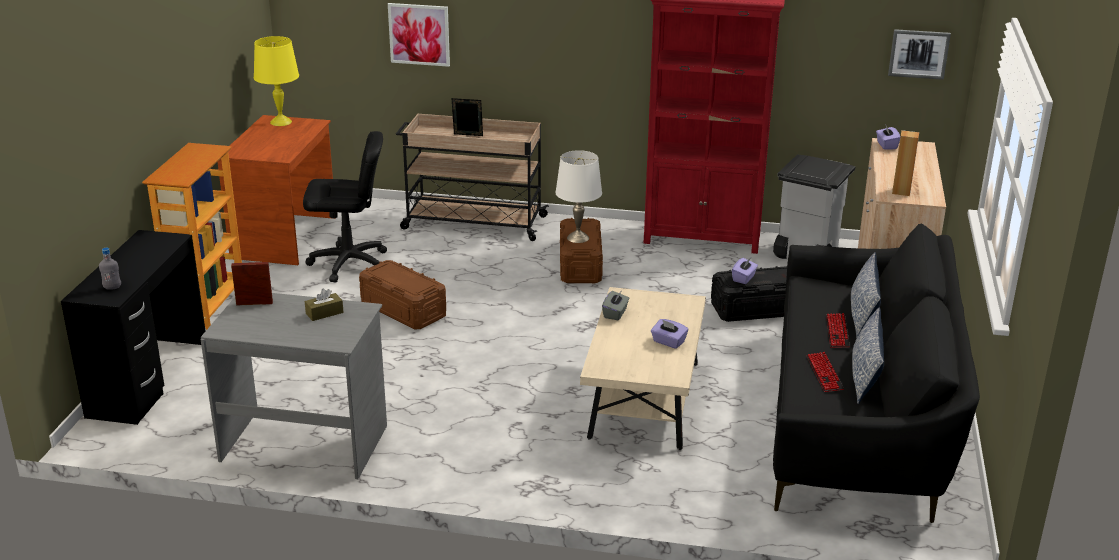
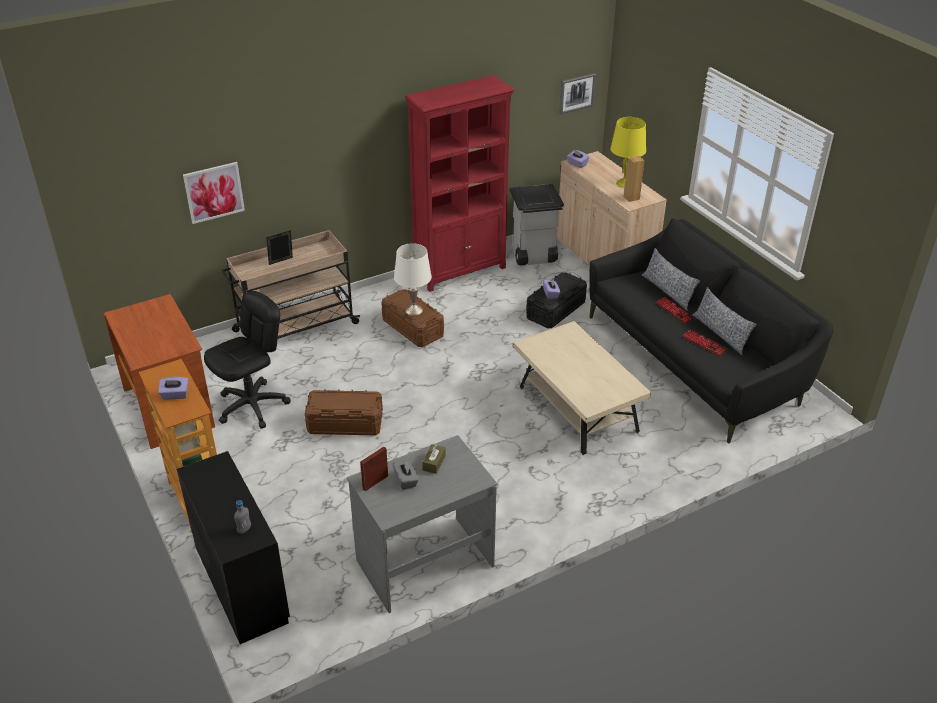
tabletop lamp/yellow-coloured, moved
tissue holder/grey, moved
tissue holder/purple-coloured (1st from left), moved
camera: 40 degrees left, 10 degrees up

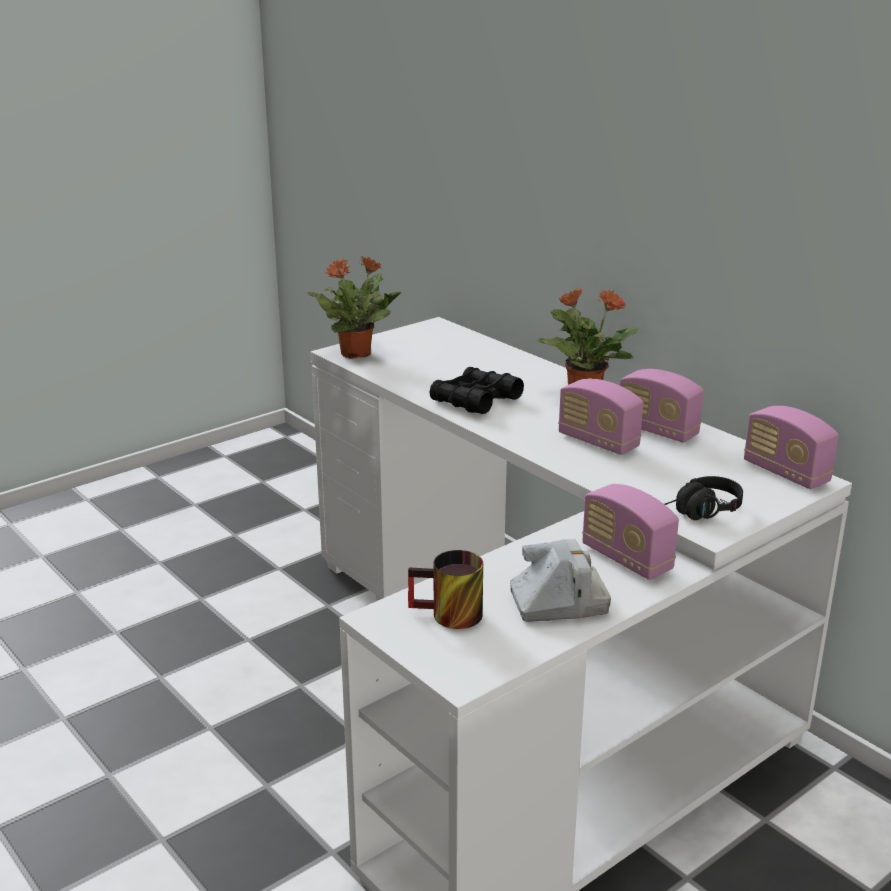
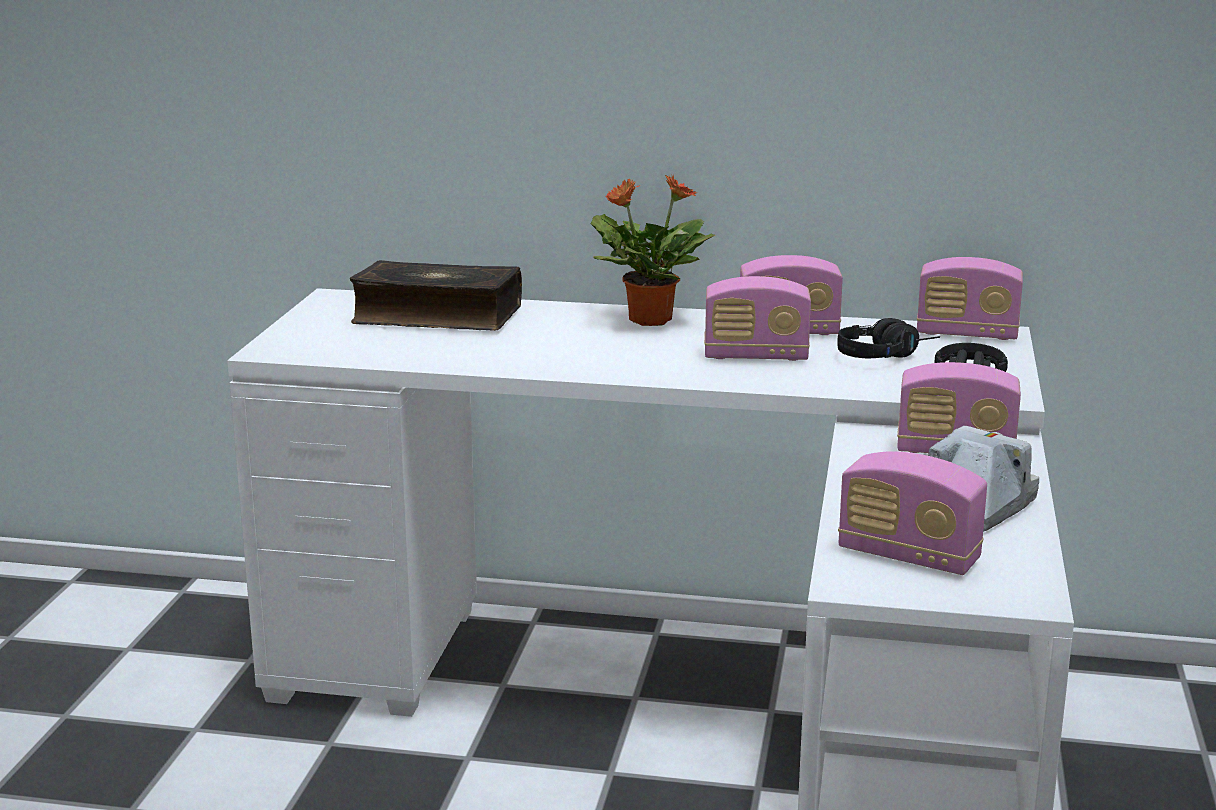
houseplant (1st from left) → -
field glasses/black-coloured → -
tea mug → radio (3rd from left)
- → book
- → headset/black-coloured (1st from left)
camera: 40 degrees left, 5 degrees down

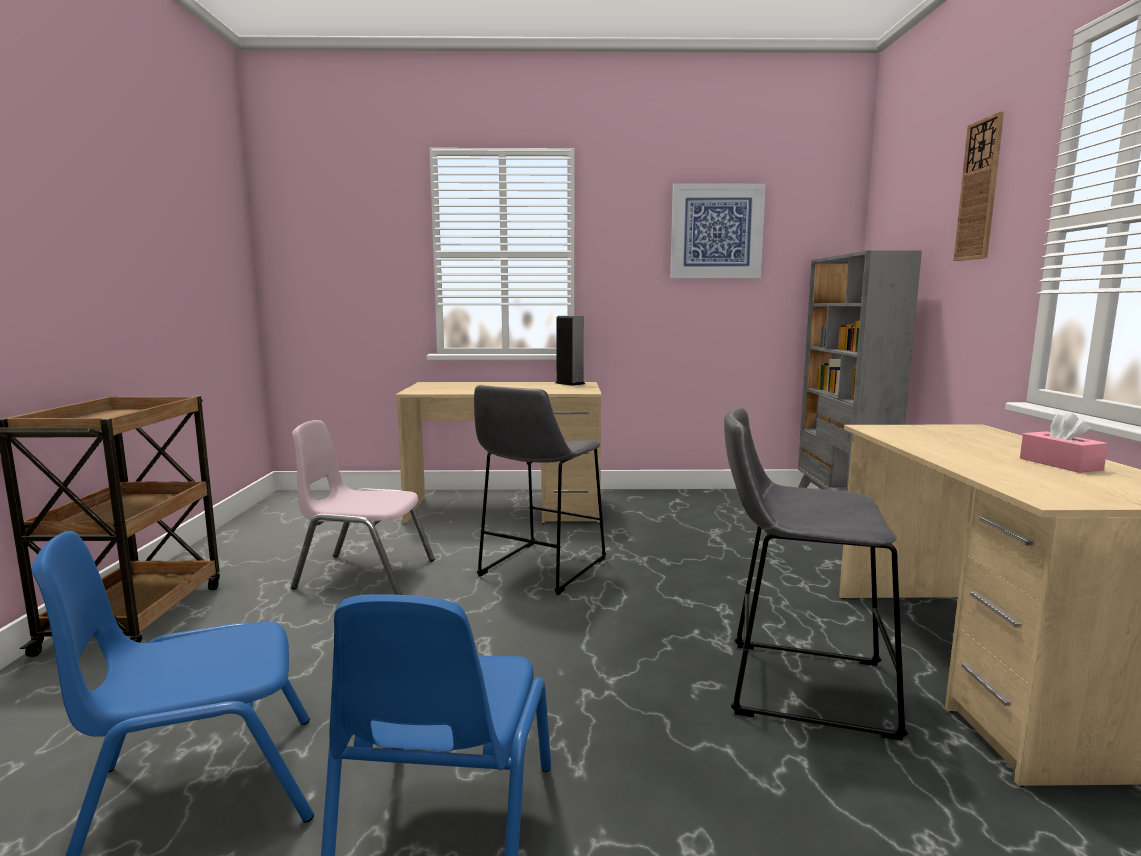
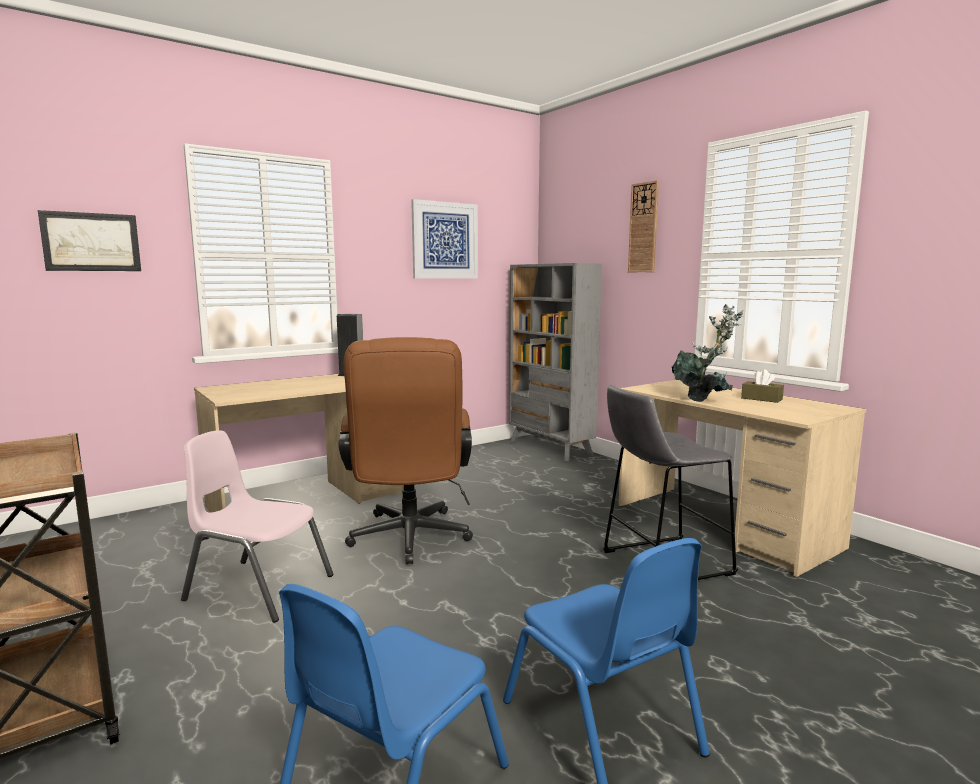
stool seat/grey (1st from left) → office chair/brown
tissue holder/pink-coloured → tissue holder/brown
upright chair/pink-coloured, 45 degrees clockwise
- → wall art (1st from left)
- → houseplant
camera: 35 degrees left, 0 degrees up

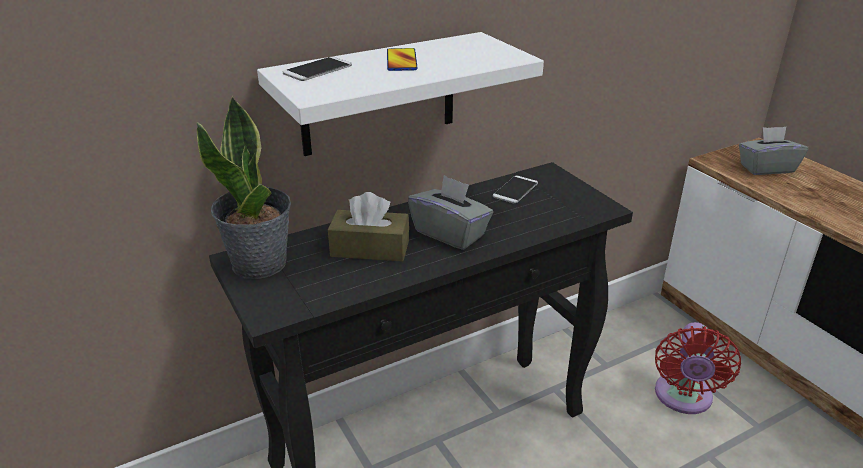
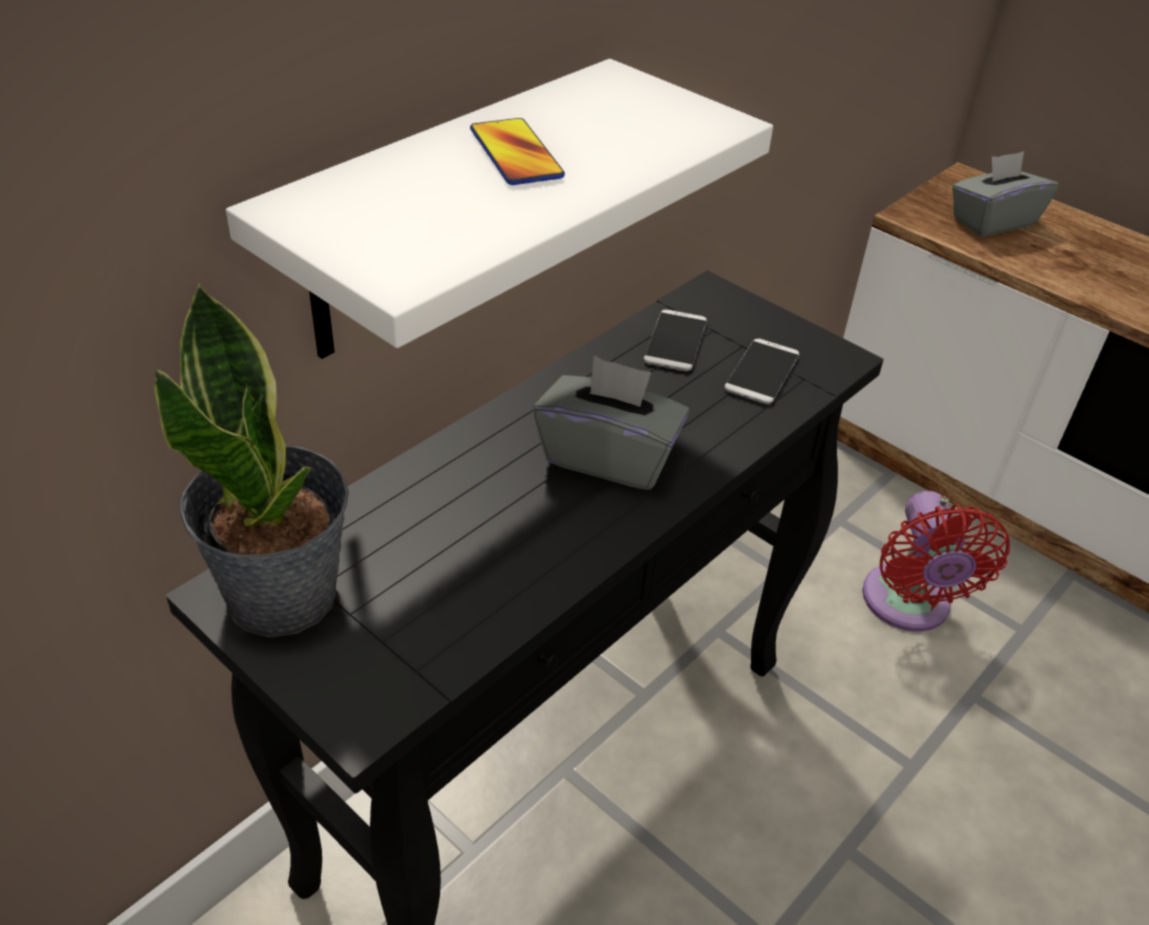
phone (1st from left in the first image) → phone (3rd from left), moved
tissue holder/brown → -
camera: 20 degrees left, 10 degrees up

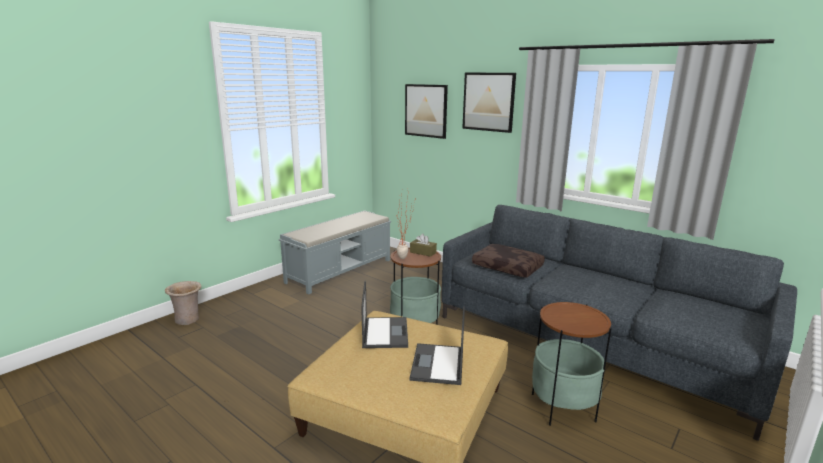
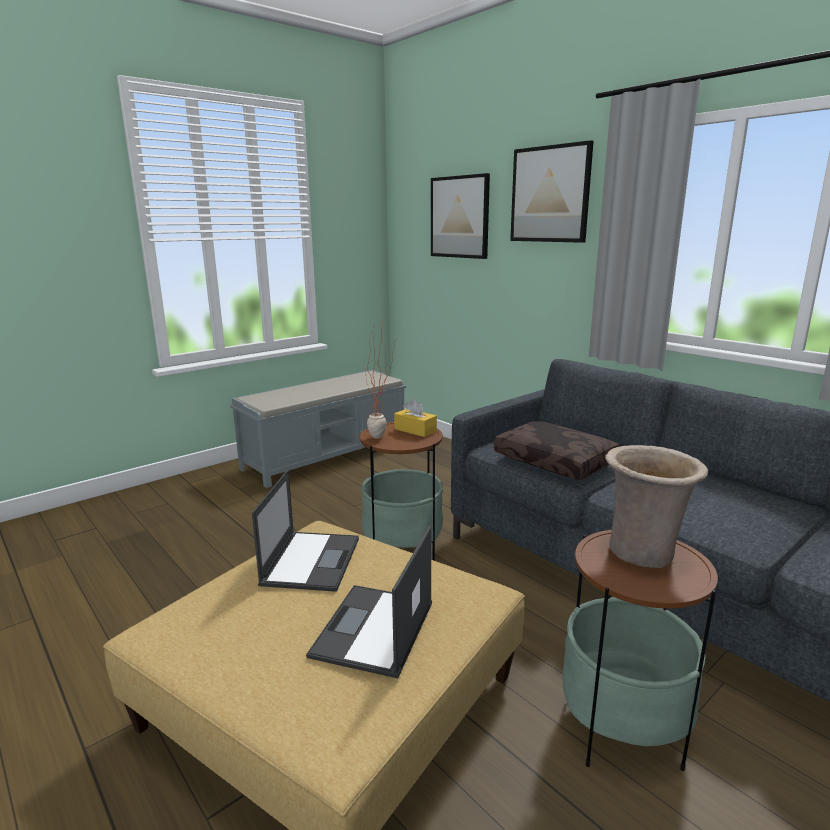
tissue holder/brown → tissue holder/yellow-coloured
decorative vase/beige-coloured, moved
camera: 10 degrees right, 0 degrees up

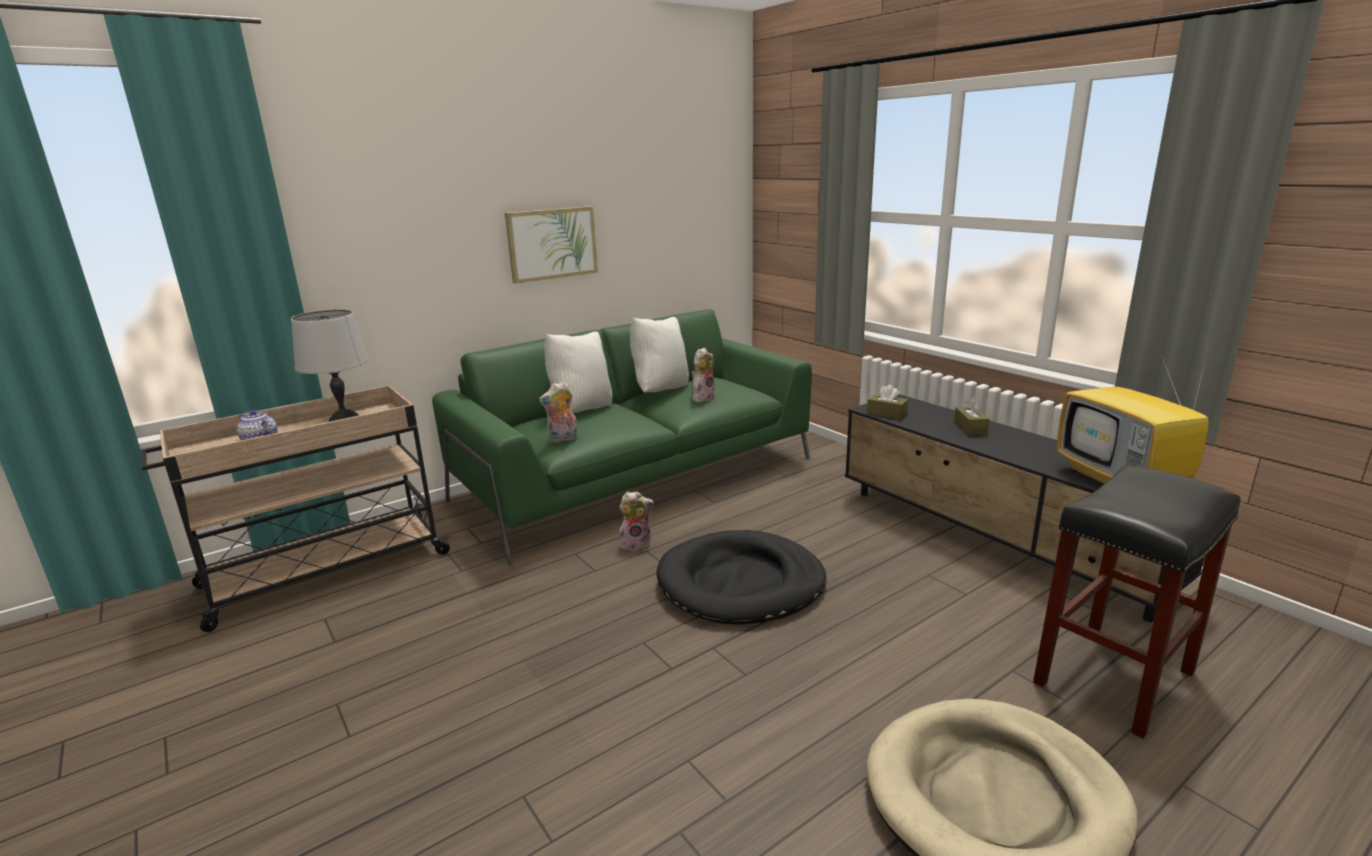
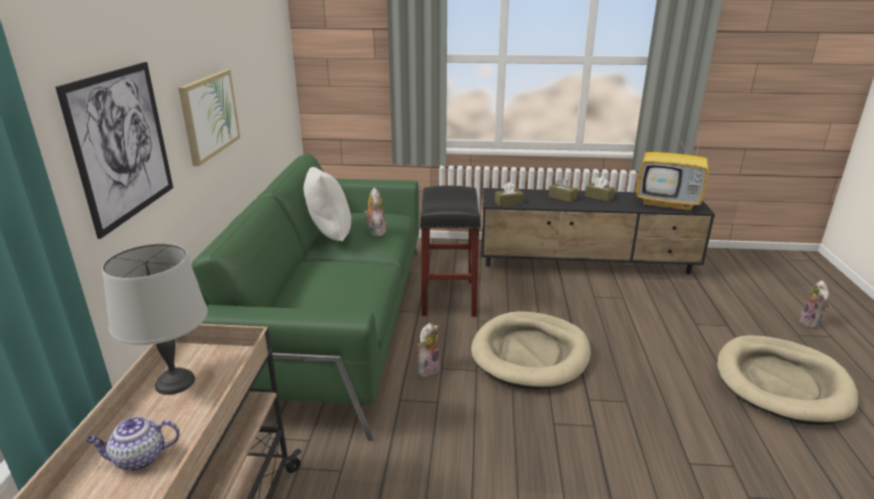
throw pillow/white-coloured (1st from left) → -
soft toy (1st from left in the first image) → soft toy (3rd from left), moved
stool seat/black-coloured, moved
dog cushion/black-coloured → dog cushion/beige-coloured (1st from left)
- → wall art (1st from left)
- → tissue holder/brown (3rd from left)
camera: 50 degrees left, 5 degrees up

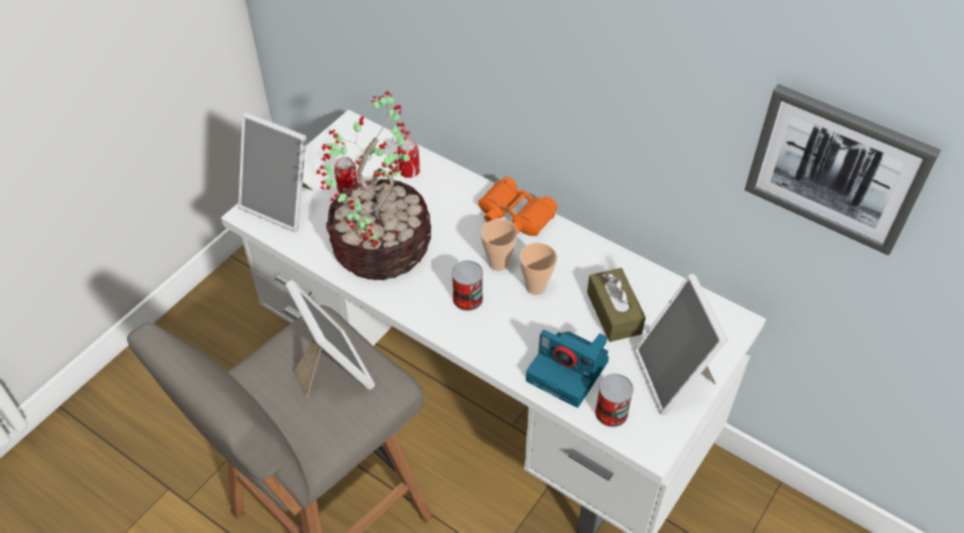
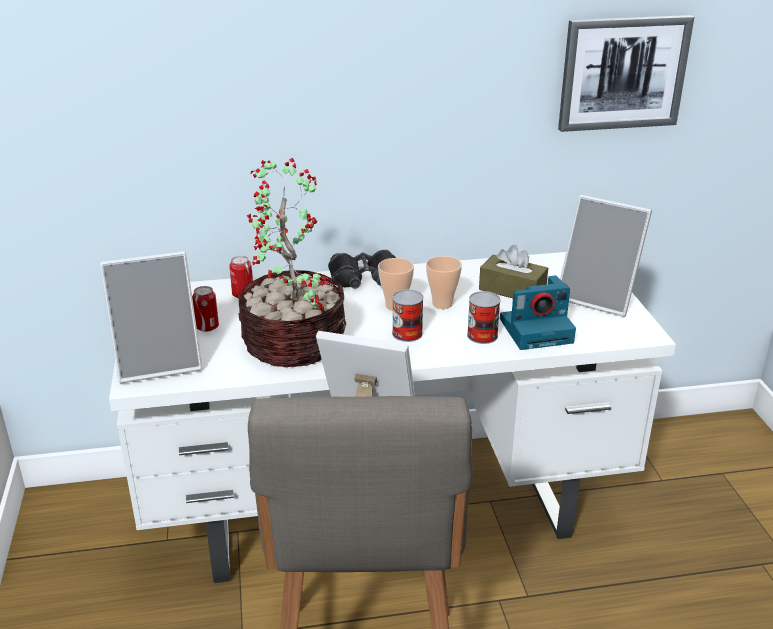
field glasses/orange → field glasses/black-coloured
metal can (4th from left), moved
camera: 45 degrees left, 20 degrees down

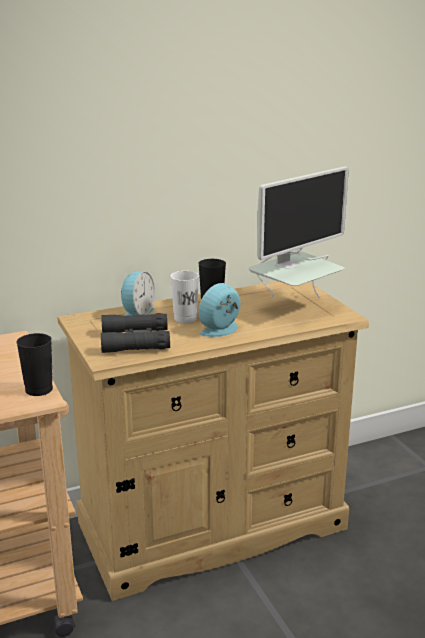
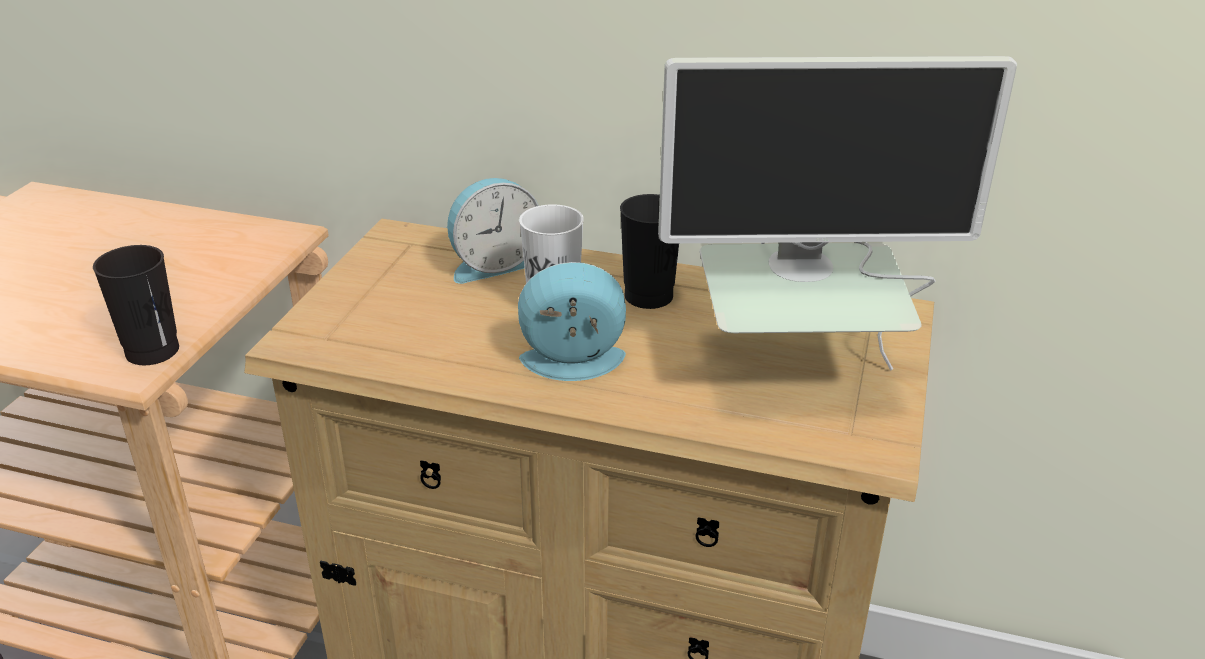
field glasses/black-coloured → -
camera: 40 degrees right, 10 degrees up

